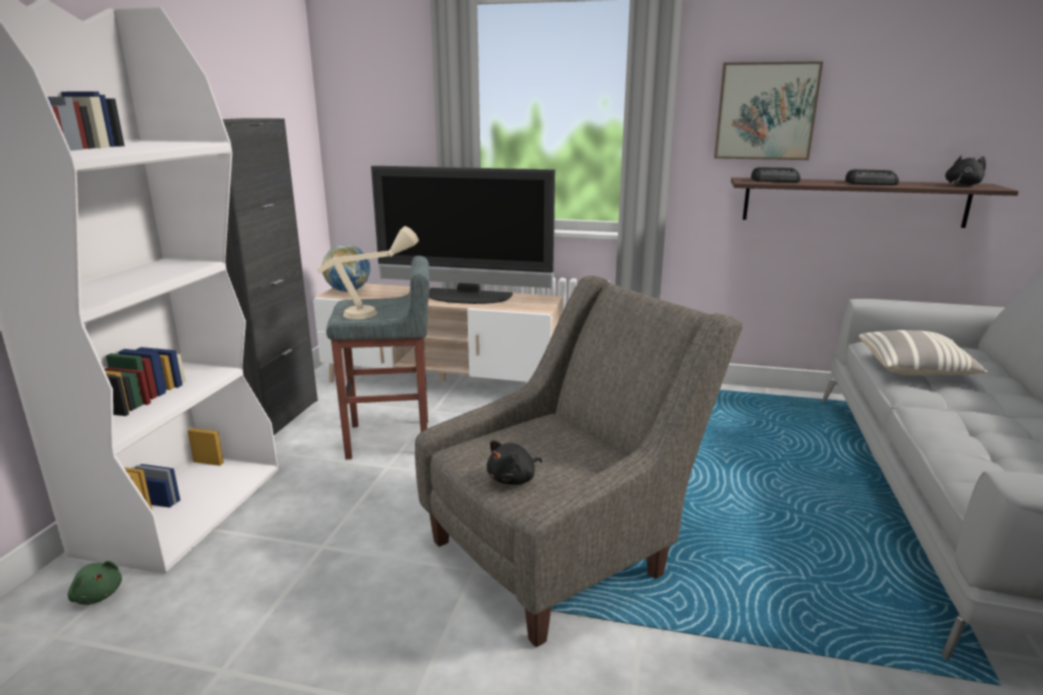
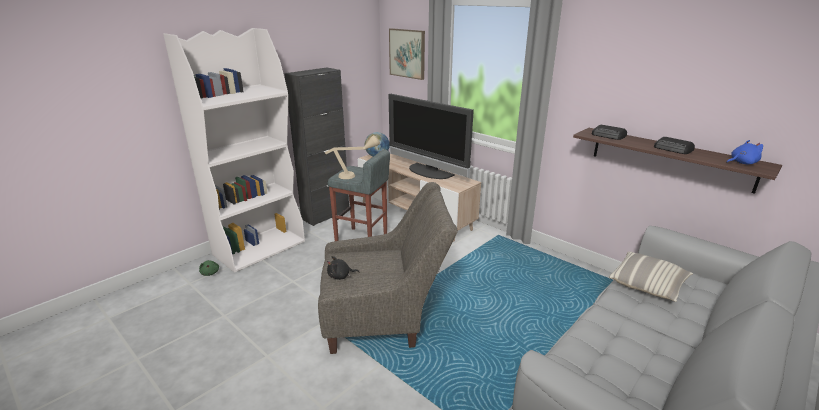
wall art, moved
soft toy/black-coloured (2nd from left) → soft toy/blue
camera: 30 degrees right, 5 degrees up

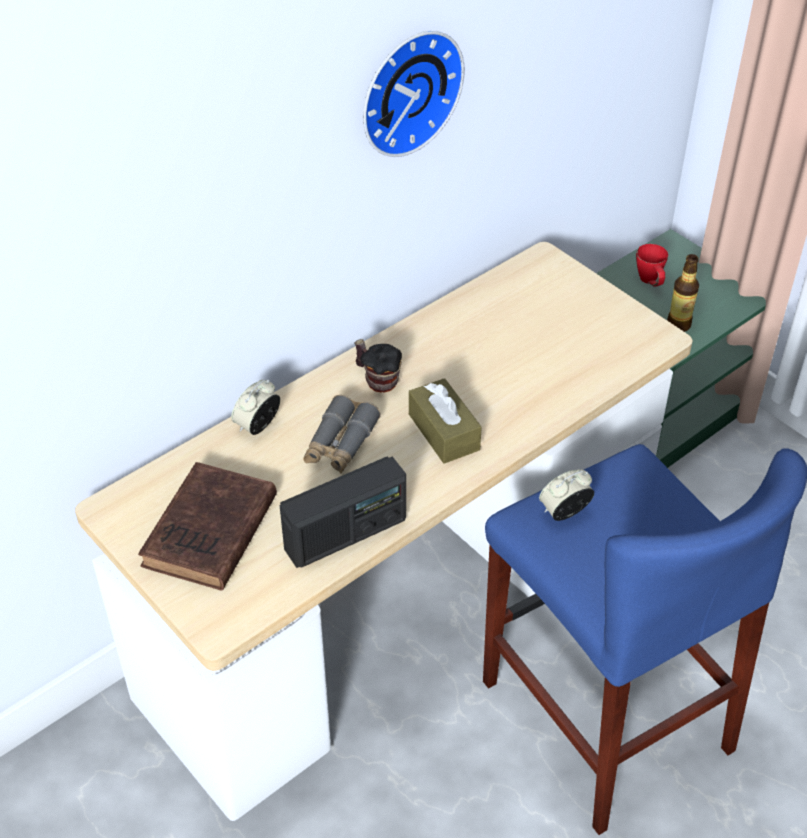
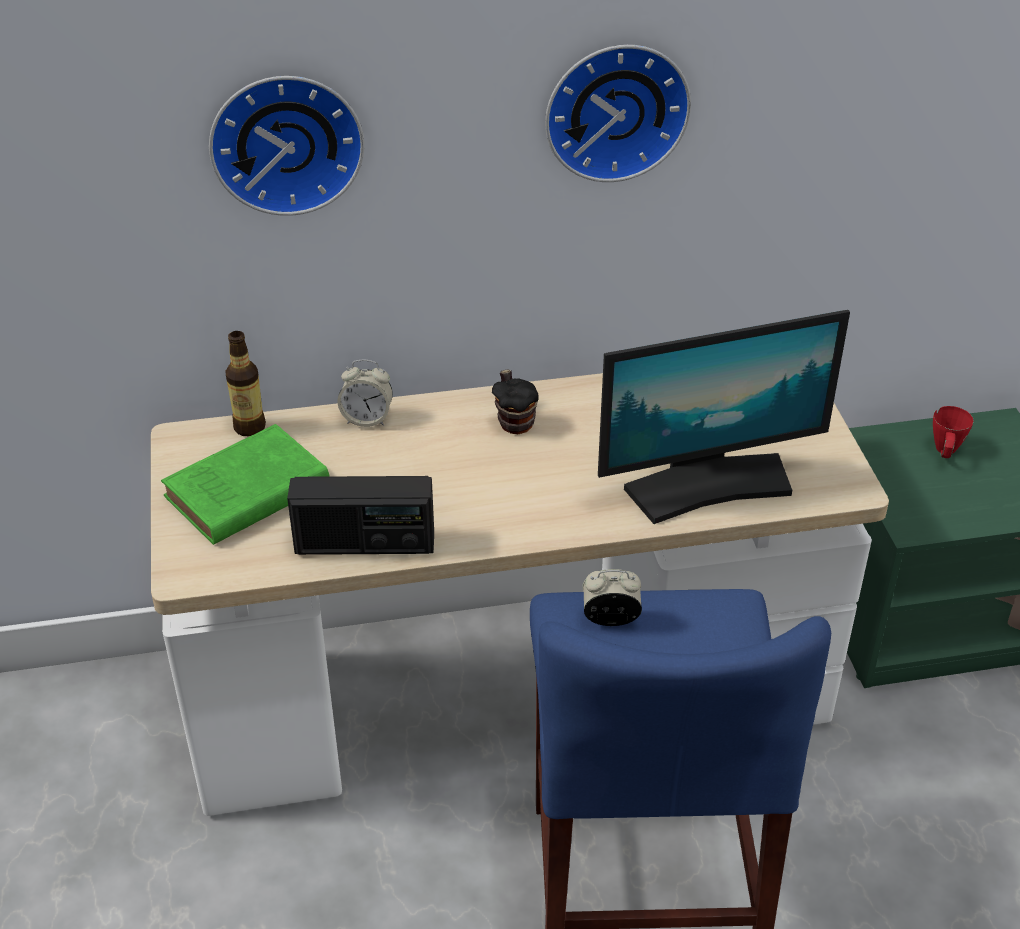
beverage bottle, moved
tissue holder/brown → -
alarm clock (1st from left), 150 degrees counterclockwise
field glasses/grey → -
book/brown → book/green
- → clock on the wall (1st from left)
- → monitor
camera: 30 degrees right, 5 degrees down

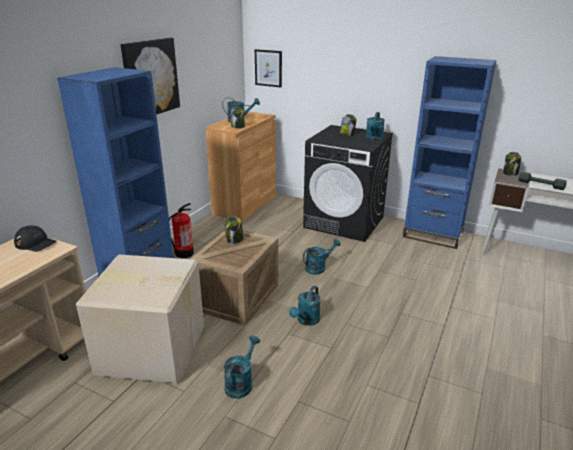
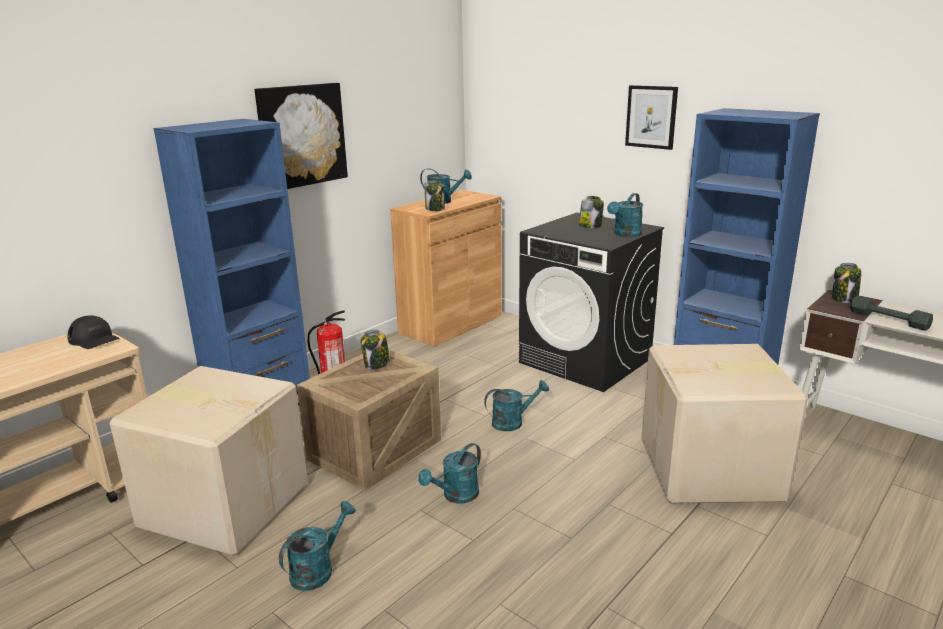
wall art (2nd from left), moved
- → carton (2nd from left)
camera: 15 degrees right, 5 degrees down

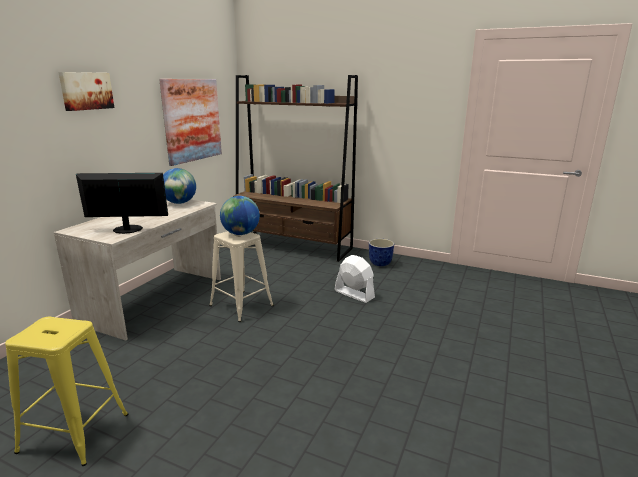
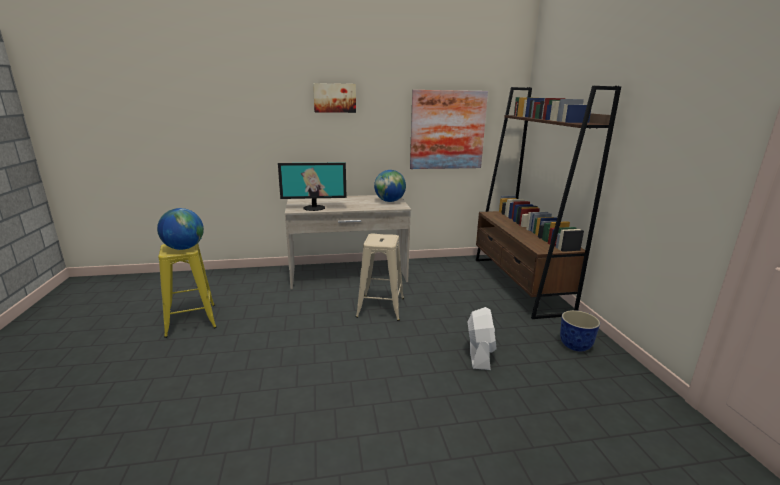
monitor, 120 degrees clockwise
desk globe (2nd from left in the first image) → desk globe (1st from left), moved
camera: 55 degrees right, 0 degrees up

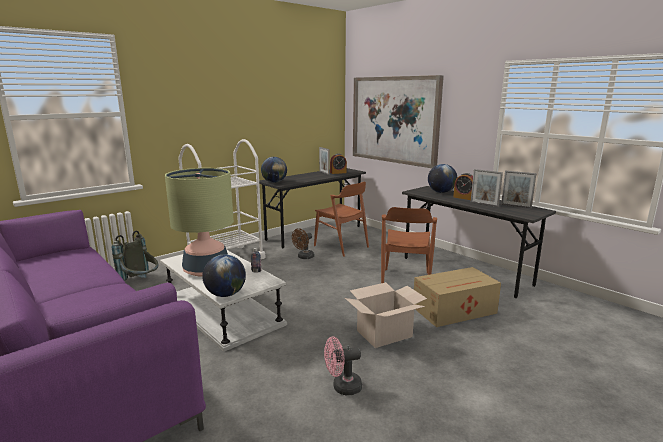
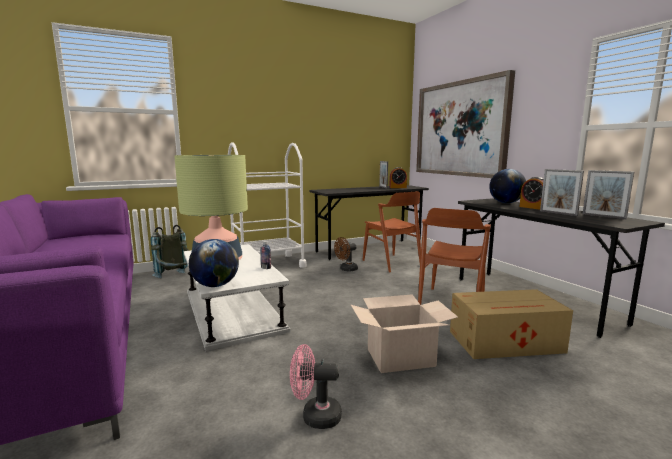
desk globe (2nd from left) → -
camera: 15 degrees right, 5 degrees down

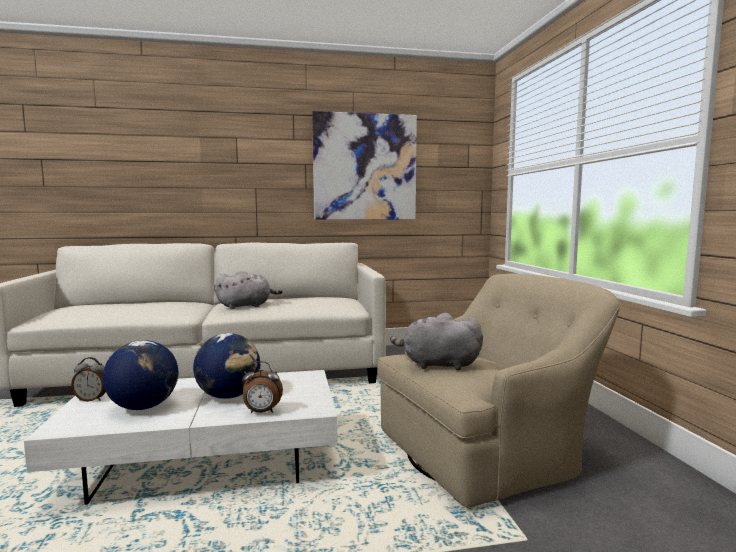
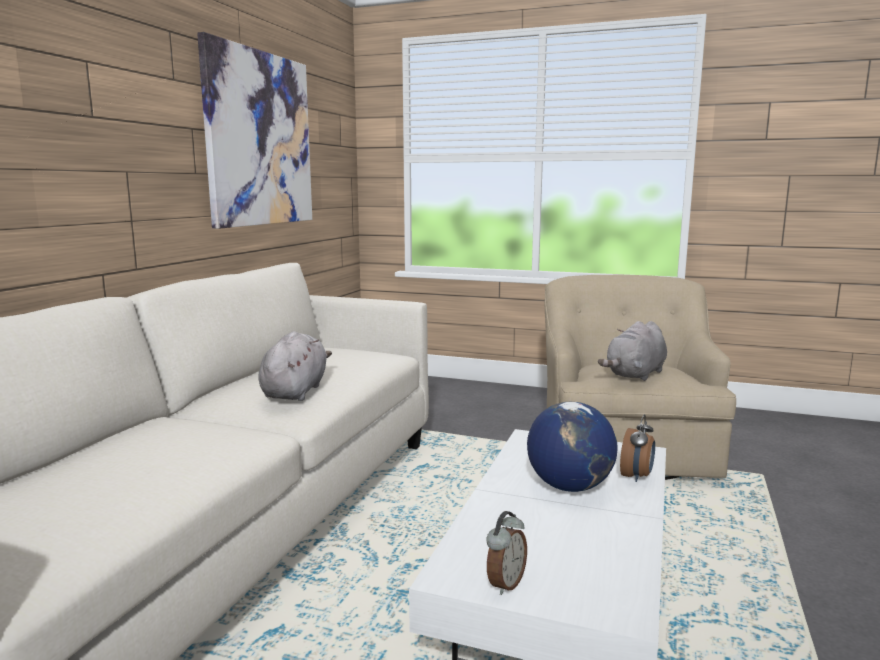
desk globe (1st from left) → -
camera: 60 degrees left, 5 degrees up

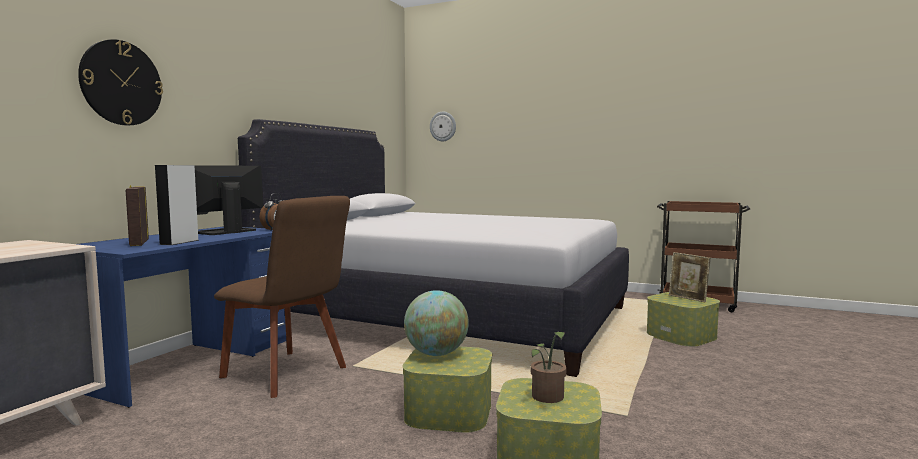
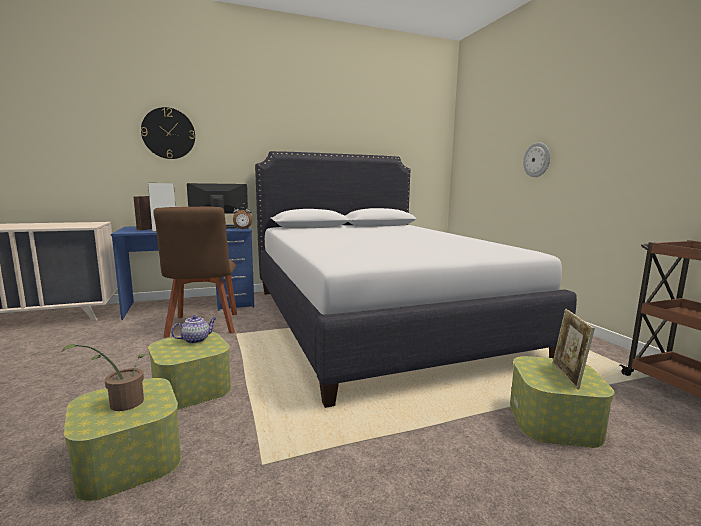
clock on the wall (2nd from left), moved
desk globe → teapot
camera: 45 degrees right, 5 degrees up

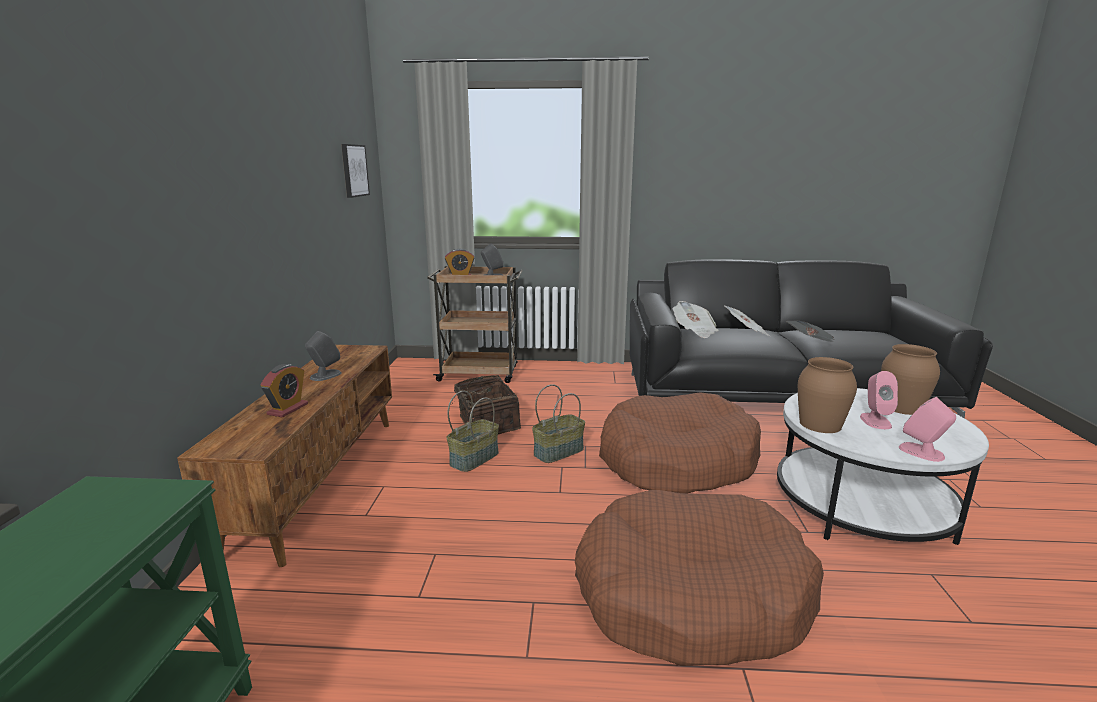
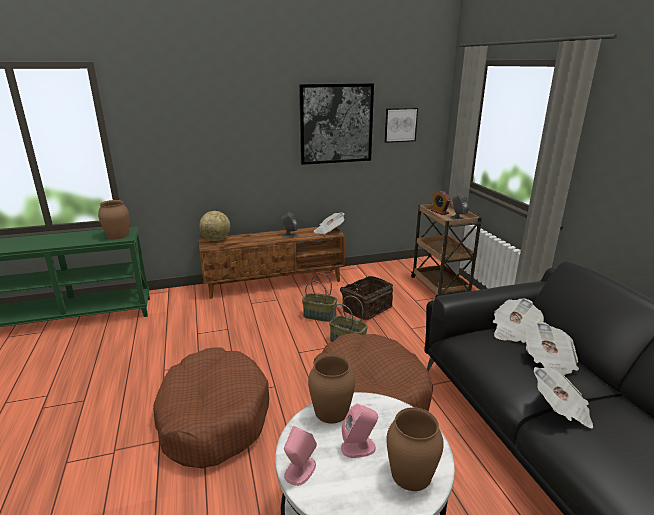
alarm clock (1st from left) → -
- → wall art (1st from left)
- → decorative vase/brown (1st from left)
- → desk globe
- → newspaper (1st from left)
camera: 70 degrees right, 5 degrees up

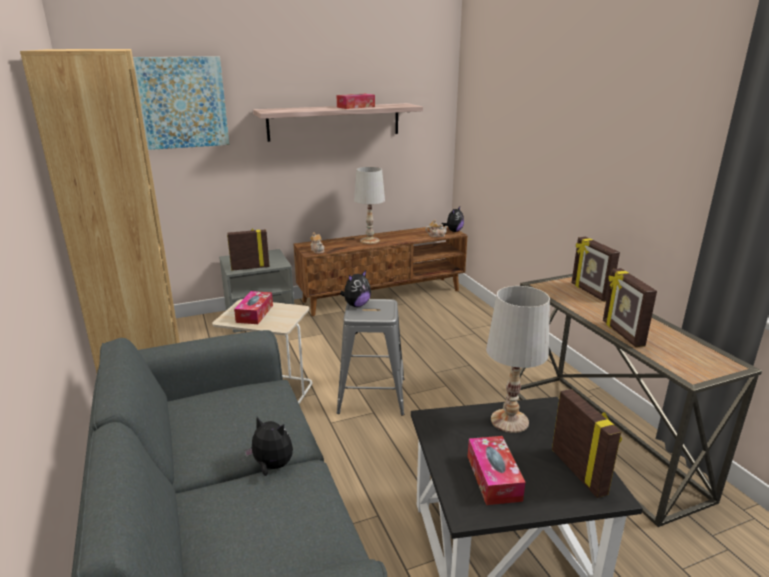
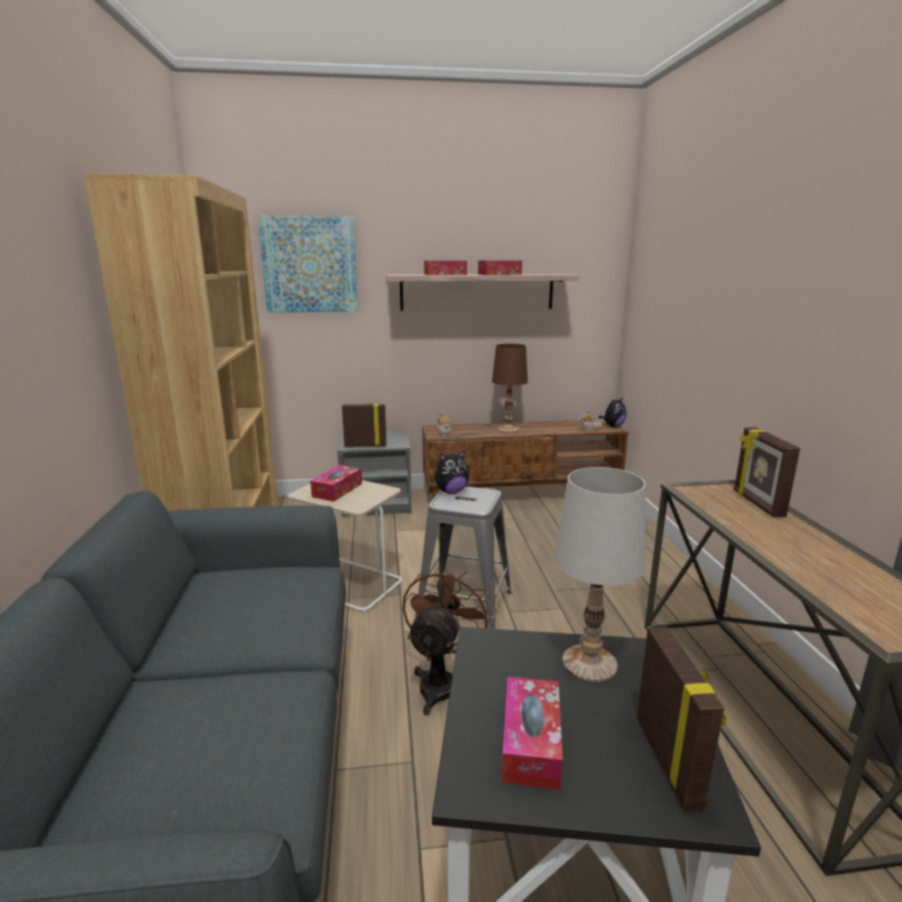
tabletop lamp/white-coloured (1st from left) → tabletop lamp/brown
photo frame (4th from left) → -
soft toy (1st from left) → -
- → tissue holder (2nd from left)
- → fan/brown
camera: 15 degrees right, 5 degrees down

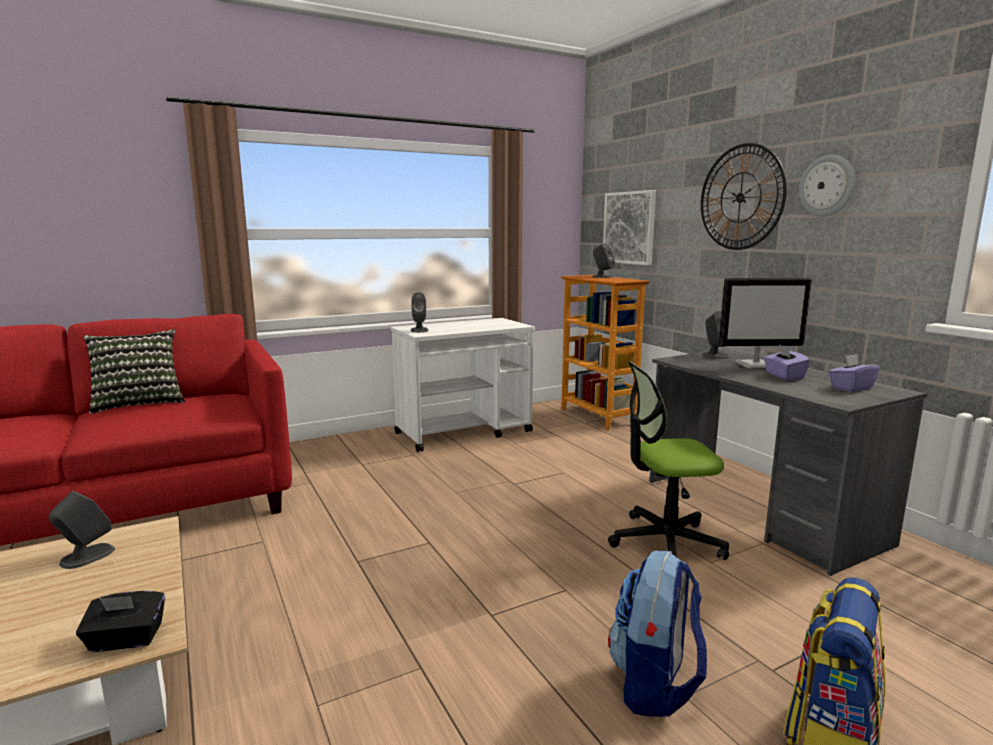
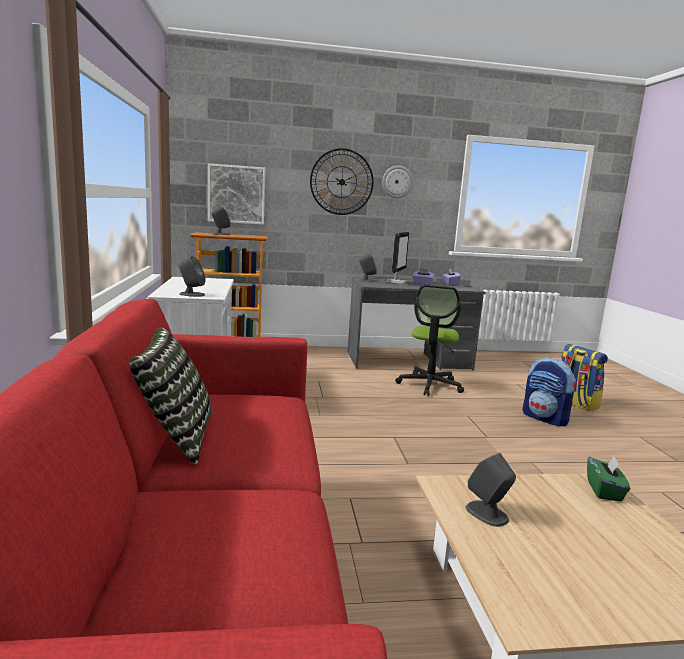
tissue holder/black-coloured → tissue holder/green
camera: 70 degrees left, 0 degrees up

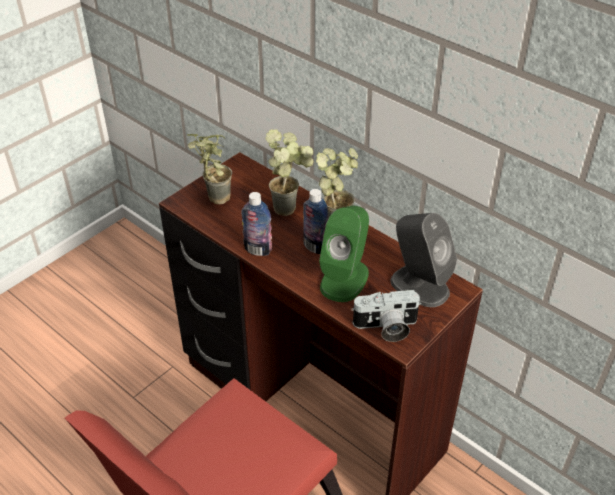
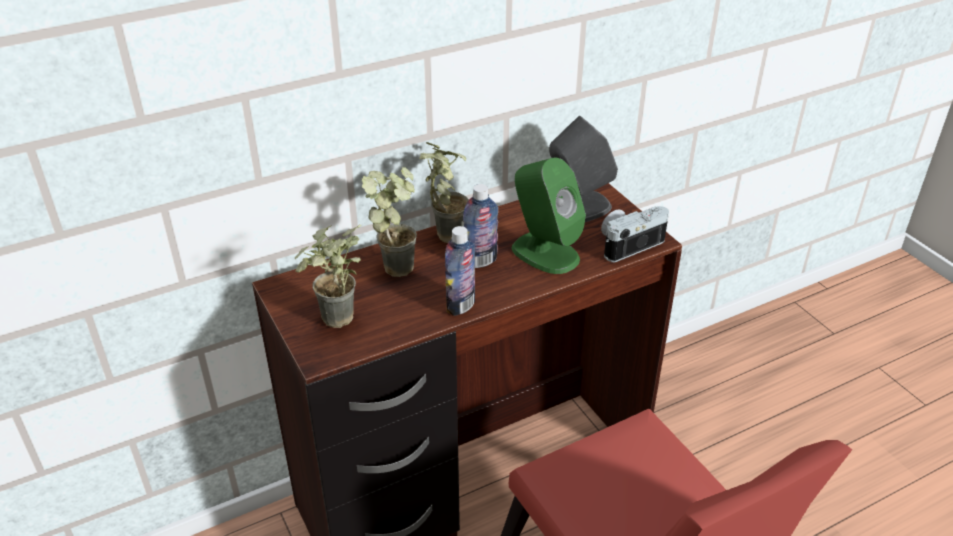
still camera, 135 degrees counterclockwise
camera: 70 degrees left, 5 degrees down

